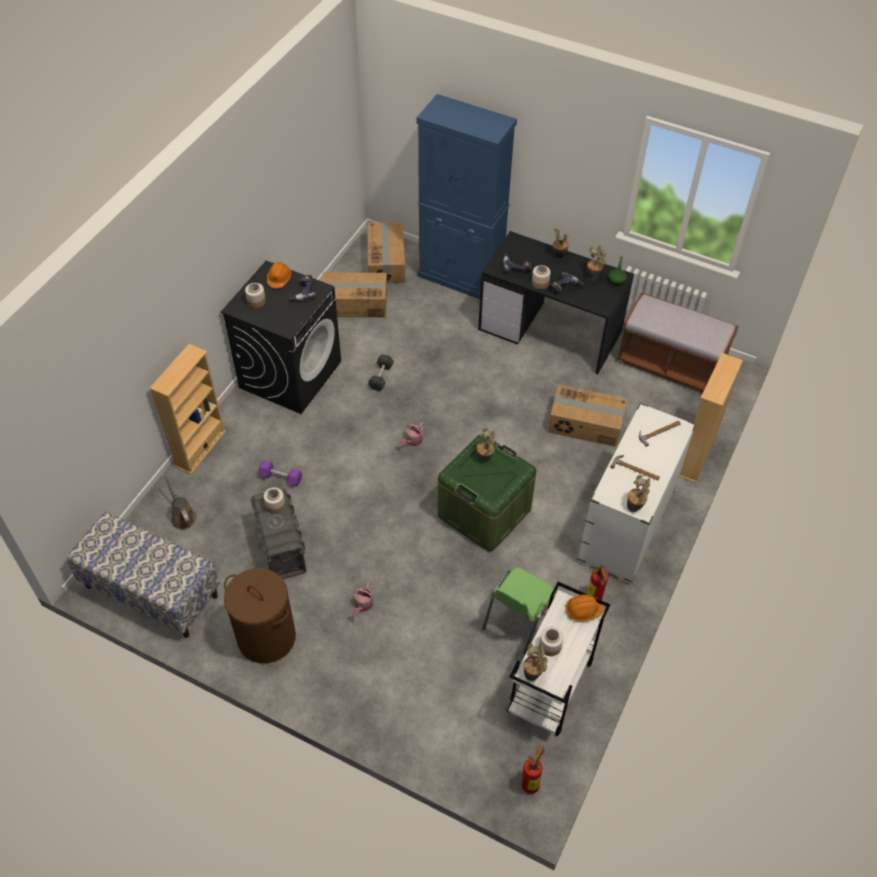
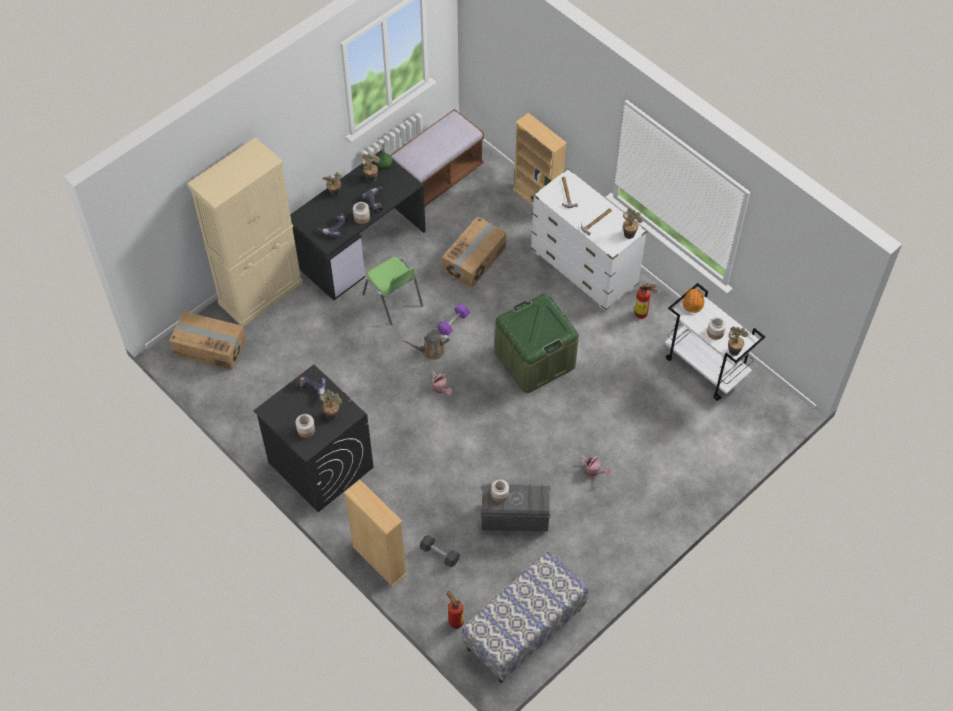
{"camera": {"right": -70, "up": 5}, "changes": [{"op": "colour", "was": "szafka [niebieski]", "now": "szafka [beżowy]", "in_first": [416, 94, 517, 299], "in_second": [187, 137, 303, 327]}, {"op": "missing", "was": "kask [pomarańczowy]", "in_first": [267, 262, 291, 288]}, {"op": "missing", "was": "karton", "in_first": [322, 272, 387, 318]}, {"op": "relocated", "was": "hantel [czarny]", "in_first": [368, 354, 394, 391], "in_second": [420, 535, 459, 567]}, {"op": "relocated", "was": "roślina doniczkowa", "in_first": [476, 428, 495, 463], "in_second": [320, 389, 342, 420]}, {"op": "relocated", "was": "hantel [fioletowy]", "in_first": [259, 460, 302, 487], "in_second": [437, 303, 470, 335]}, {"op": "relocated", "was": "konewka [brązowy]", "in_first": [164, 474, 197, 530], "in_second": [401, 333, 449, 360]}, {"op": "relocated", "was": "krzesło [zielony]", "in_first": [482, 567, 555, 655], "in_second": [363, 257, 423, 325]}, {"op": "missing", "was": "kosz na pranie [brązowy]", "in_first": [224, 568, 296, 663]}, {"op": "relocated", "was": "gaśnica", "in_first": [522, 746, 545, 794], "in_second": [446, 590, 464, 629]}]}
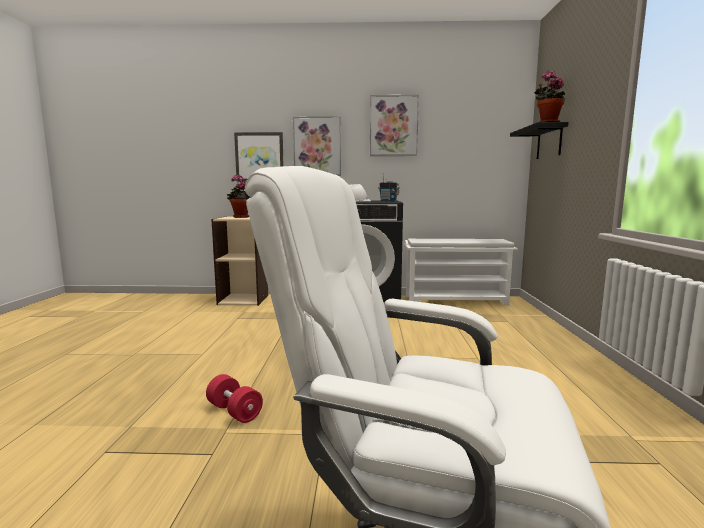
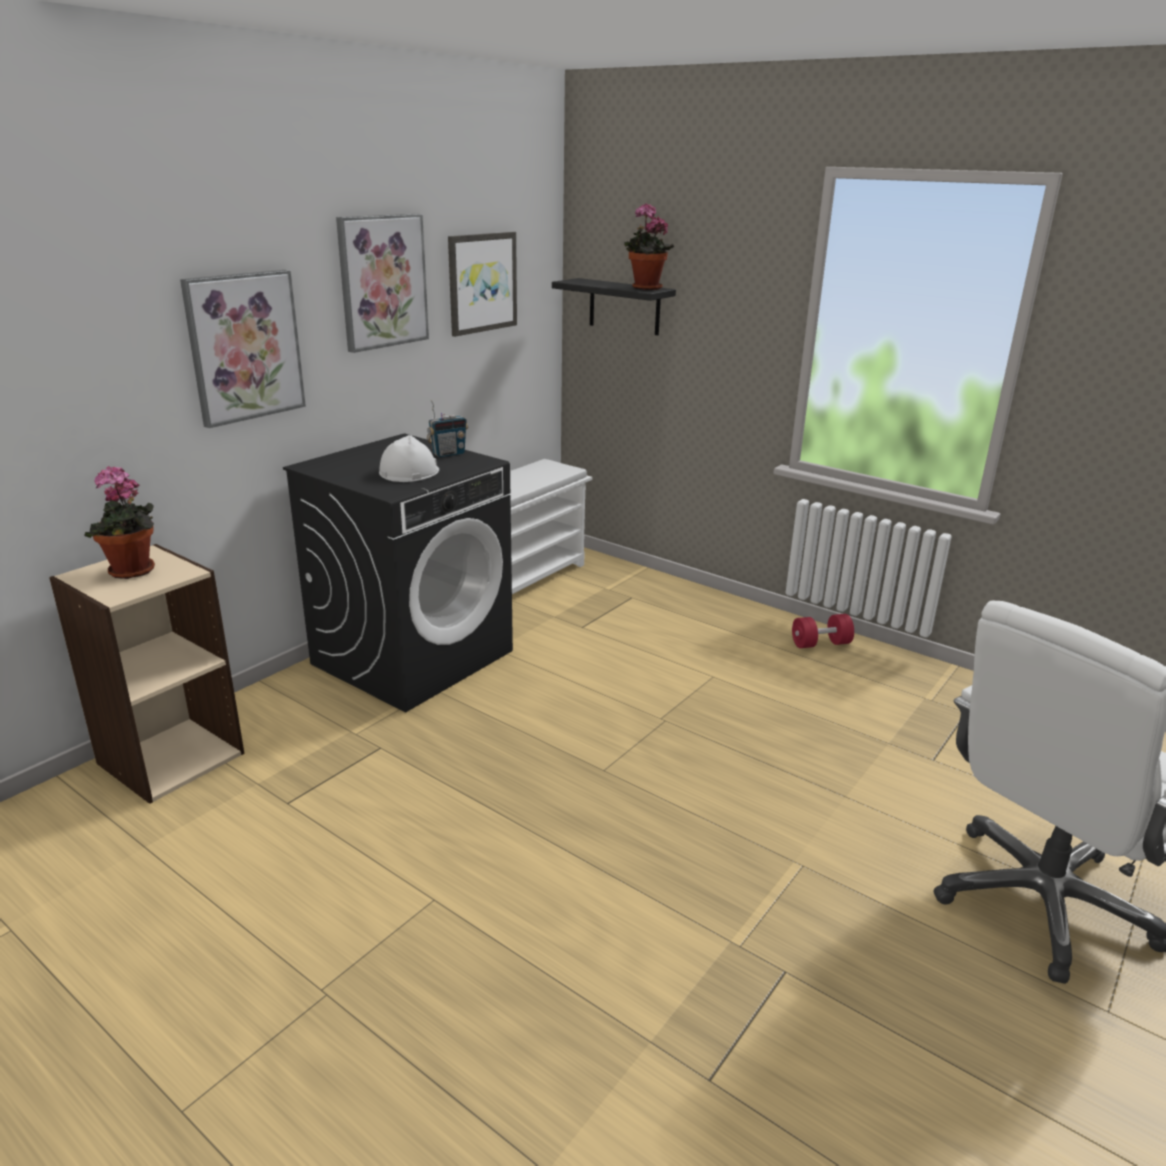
{"camera": {"right": -55, "up": 15}, "changes": [{"op": "relocated", "was": "obraz", "in_first": [234, 132, 284, 181], "in_second": [448, 232, 517, 337]}, {"op": "relocated", "was": "hantel [czerwony]", "in_first": [206, 374, 263, 423], "in_second": [792, 614, 854, 648]}]}
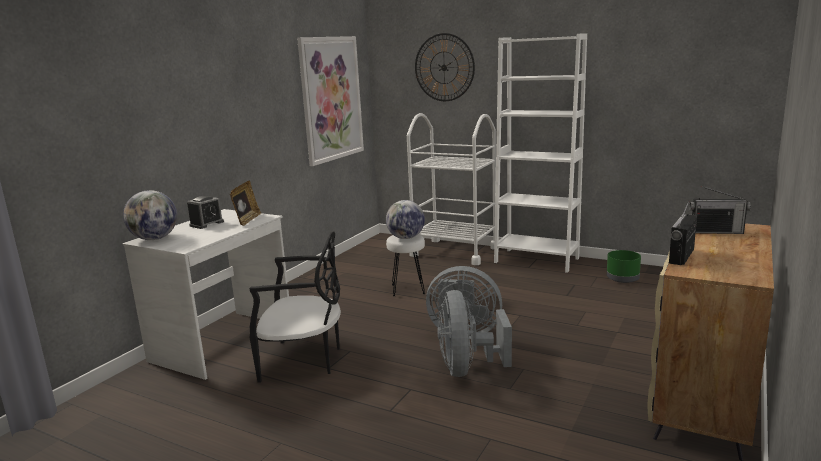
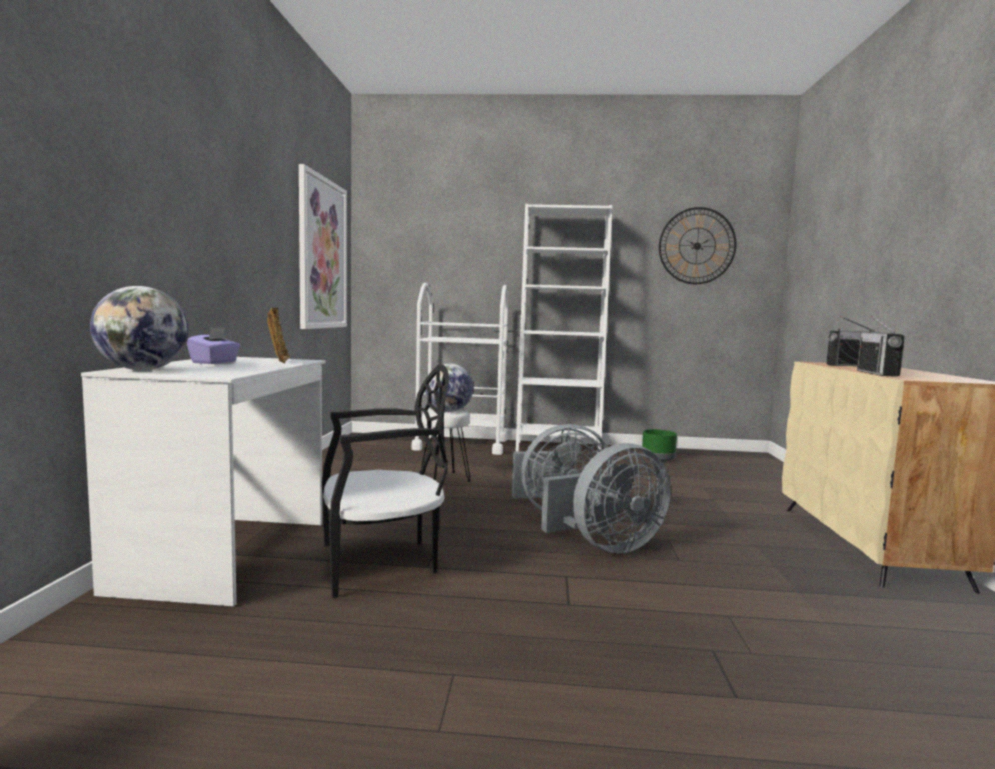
{"camera": {"right": -25, "up": -10}, "changes": [{"op": "relocated", "was": "zegar ścienny", "in_first": [415, 33, 475, 101], "in_second": [659, 207, 736, 284]}, {"op": "exchanged", "was": "budzik", "now": "pudełko chusteczek [fioletowy]", "in_first": [187, 196, 224, 229], "in_second": [187, 327, 241, 364]}, {"op": "spun", "was": "wentylator [szary]", "in_first": [437, 290, 512, 377], "in_second": [541, 443, 671, 554], "clockwise": -90}]}
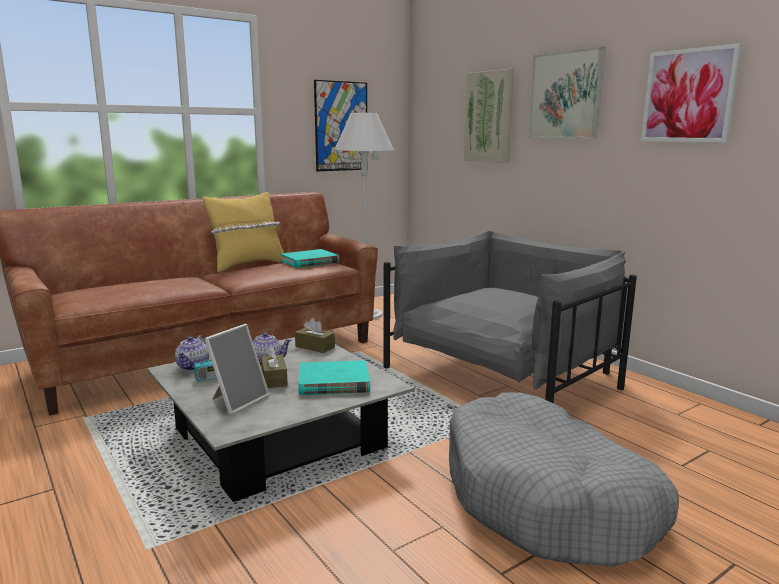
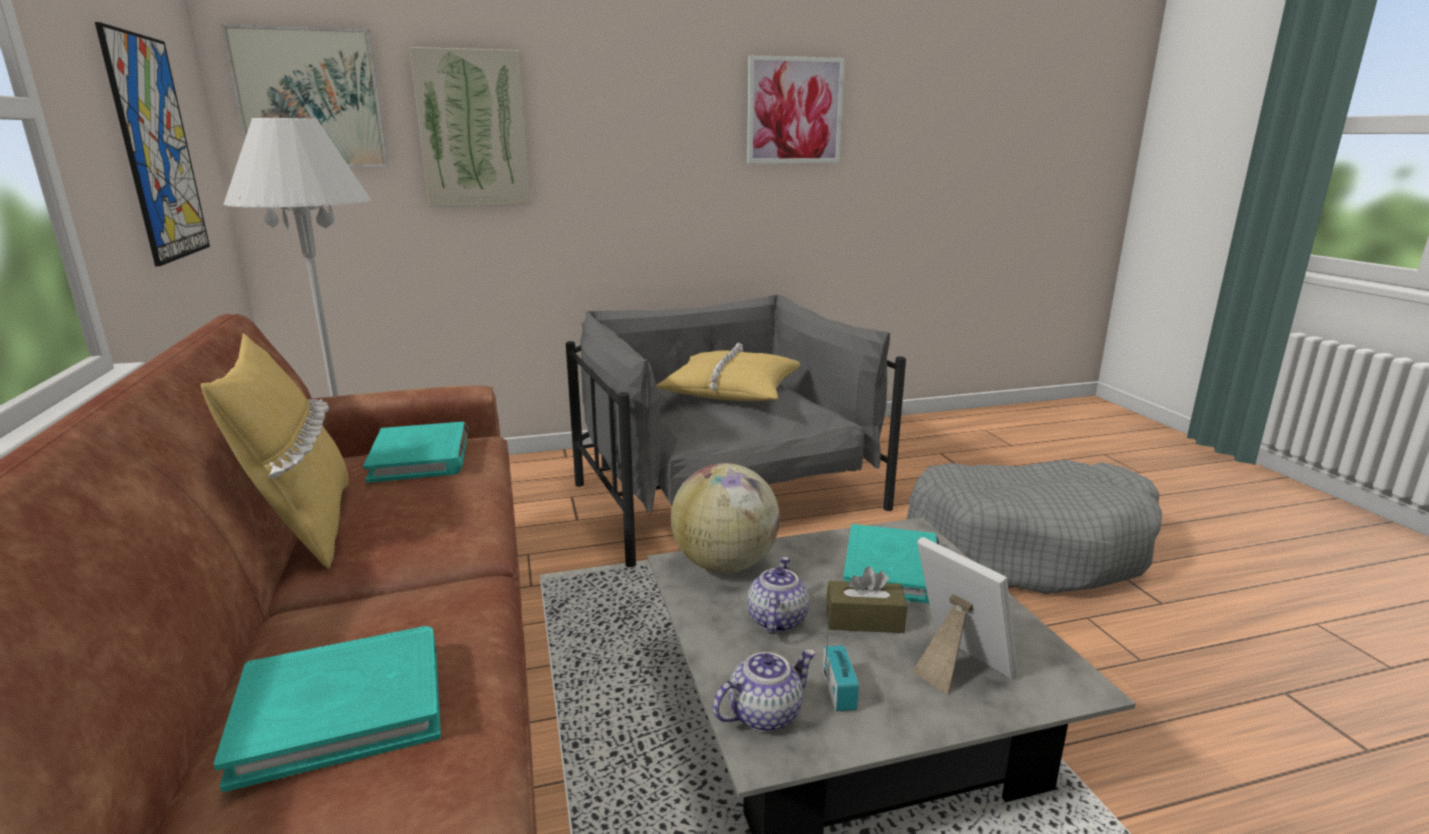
{"camera": {"right": -70, "up": 5}, "changes": [{"op": "relocated", "was": "obraz", "in_first": [528, 47, 605, 139], "in_second": [221, 24, 389, 167]}, {"op": "exchanged", "was": "pudełko chusteczek [brązowy]", "now": "globus", "in_first": [295, 318, 335, 353], "in_second": [671, 463, 780, 573]}, {"op": "spun", "was": "imbryk", "in_first": [175, 335, 209, 371], "in_second": [713, 649, 816, 732], "clockwise": -60}, {"op": "appeared", "now": "poduszka [żółty]", "in_second": [656, 343, 801, 401]}, {"op": "appeared", "now": "książka [turkusowy]", "in_second": [214, 626, 441, 792]}]}
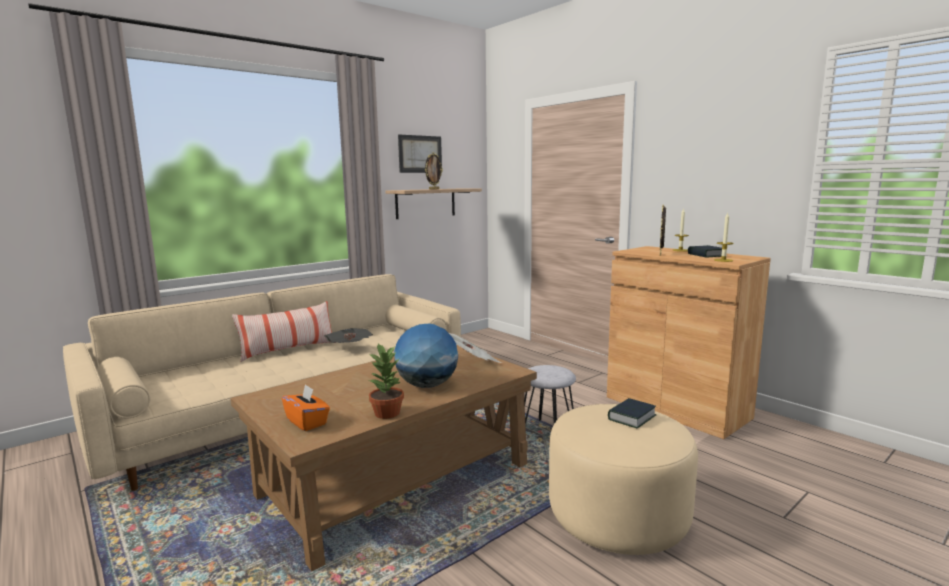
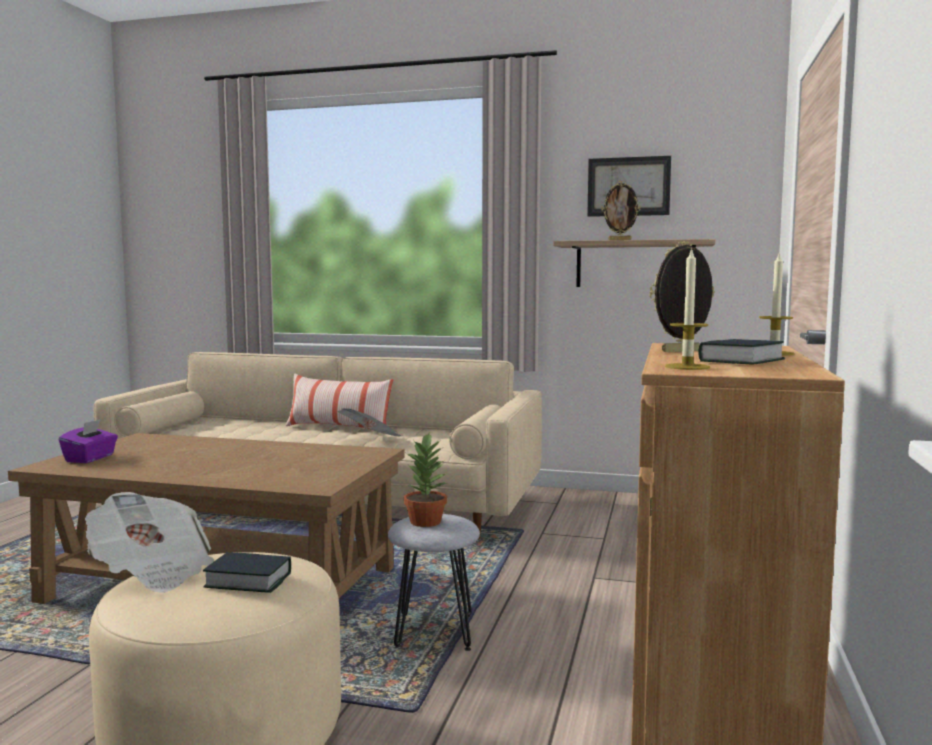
{"camera": {"right": 55, "up": -5}, "changes": [{"op": "missing", "was": "globus", "in_first": [394, 324, 458, 388]}, {"op": "relocated", "was": "gazeta", "in_first": [449, 333, 502, 363], "in_second": [85, 492, 214, 593]}, {"op": "relocated", "was": "roślina doniczkowa", "in_first": [368, 343, 404, 419], "in_second": [404, 433, 447, 527]}, {"op": "colour", "was": "pudełko chusteczek [pomarańczowy]", "now": "pudełko chusteczek [fioletowy]", "in_first": [282, 384, 330, 431], "in_second": [58, 419, 118, 463]}]}
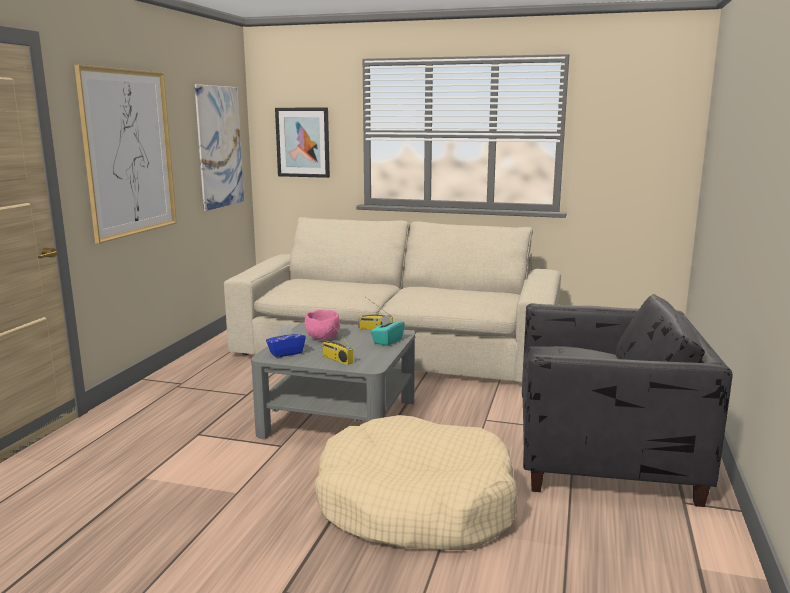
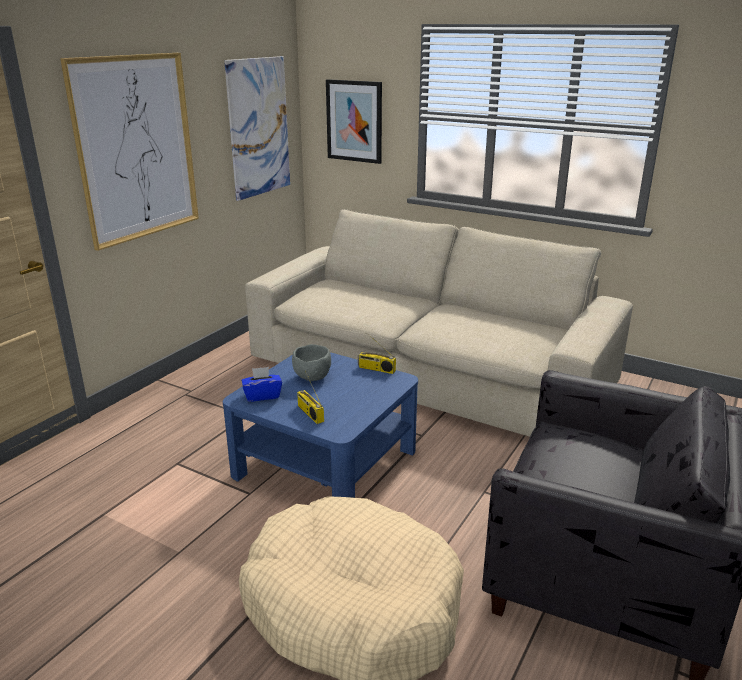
{"camera": {"right": 15, "up": 10}, "changes": [{"op": "colour", "was": "miska [różowy]", "now": "miska [szary]", "in_first": [305, 310, 340, 340], "in_second": [292, 344, 331, 381]}, {"op": "missing", "was": "pudełko chusteczek [turkusowy]", "in_first": [370, 315, 405, 346]}, {"op": "colour", "was": "ława [szary]", "now": "ława [niebieski]", "in_first": [251, 322, 415, 439], "in_second": [223, 352, 418, 498]}]}
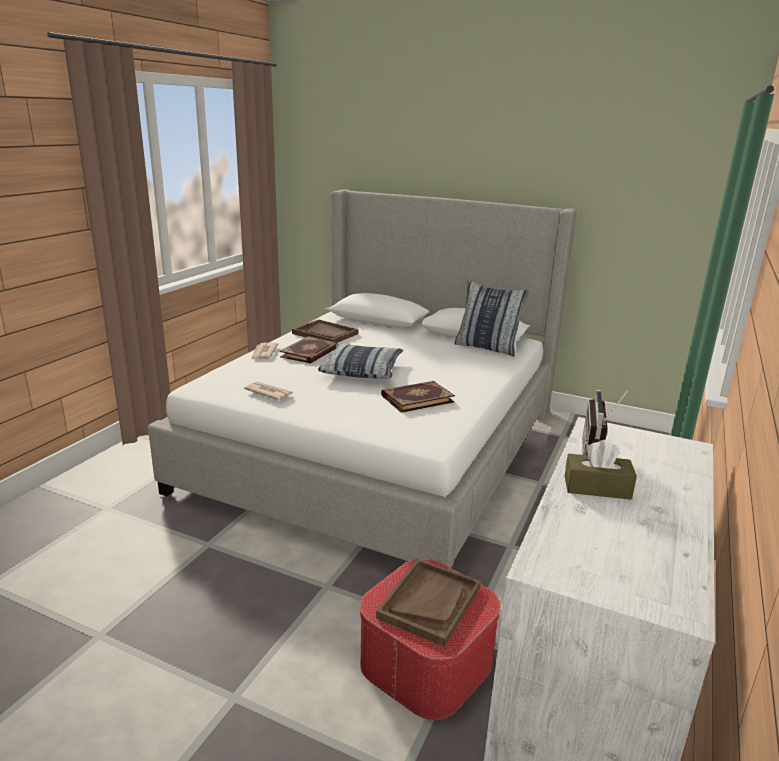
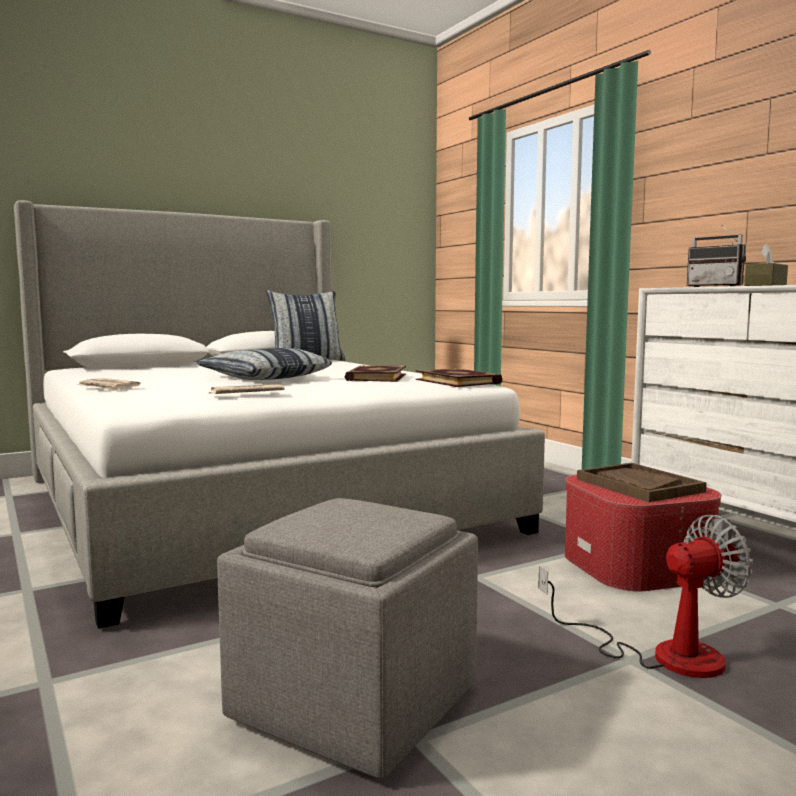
{"camera": {"right": -55, "up": -15}, "changes": [{"op": "missing", "was": "taca [brązowy]", "in_first": [292, 319, 358, 342]}, {"op": "relocated", "was": "książka", "in_first": [279, 336, 338, 363], "in_second": [415, 368, 502, 387]}, {"op": "appeared", "now": "pufa [szary]", "in_second": [217, 498, 478, 778]}, {"op": "appeared", "now": "wentylator", "in_second": [538, 515, 753, 678]}]}
